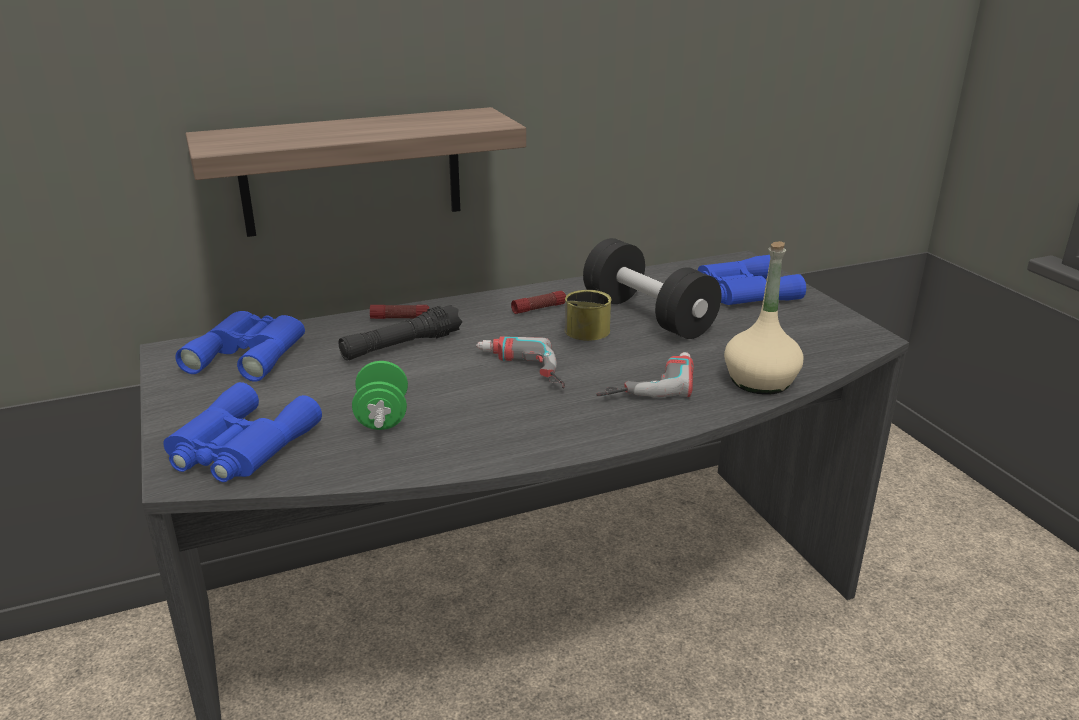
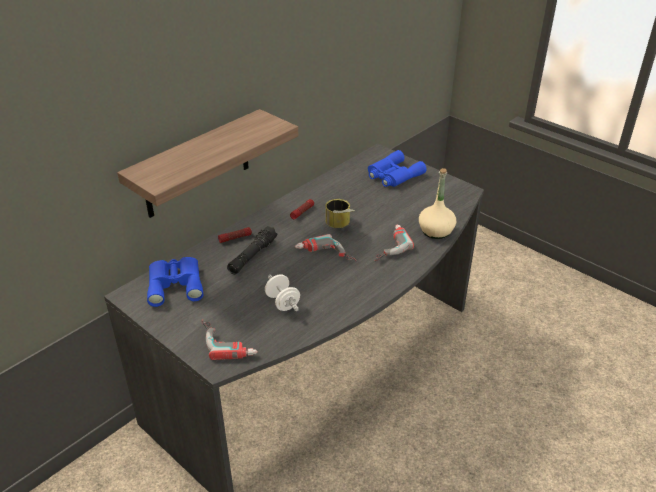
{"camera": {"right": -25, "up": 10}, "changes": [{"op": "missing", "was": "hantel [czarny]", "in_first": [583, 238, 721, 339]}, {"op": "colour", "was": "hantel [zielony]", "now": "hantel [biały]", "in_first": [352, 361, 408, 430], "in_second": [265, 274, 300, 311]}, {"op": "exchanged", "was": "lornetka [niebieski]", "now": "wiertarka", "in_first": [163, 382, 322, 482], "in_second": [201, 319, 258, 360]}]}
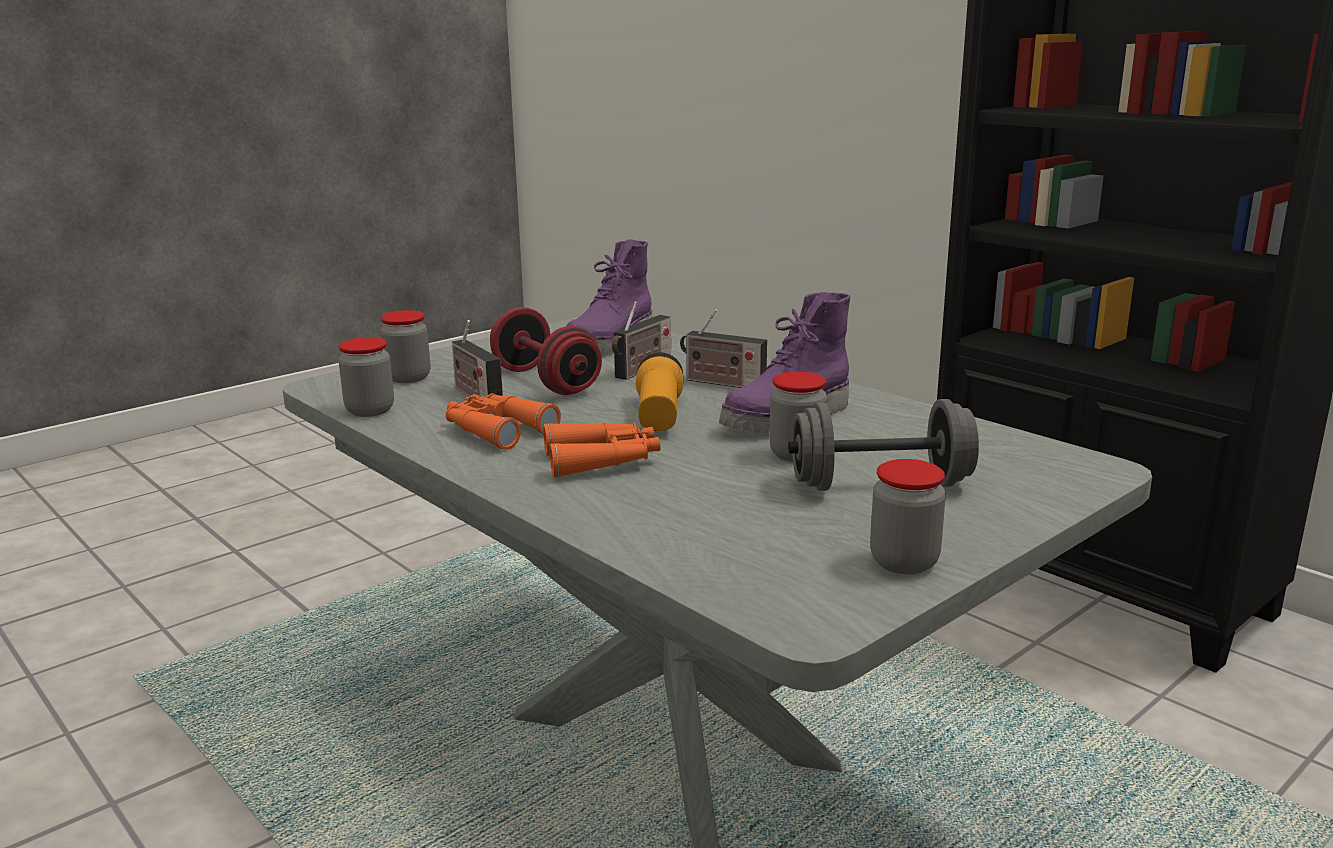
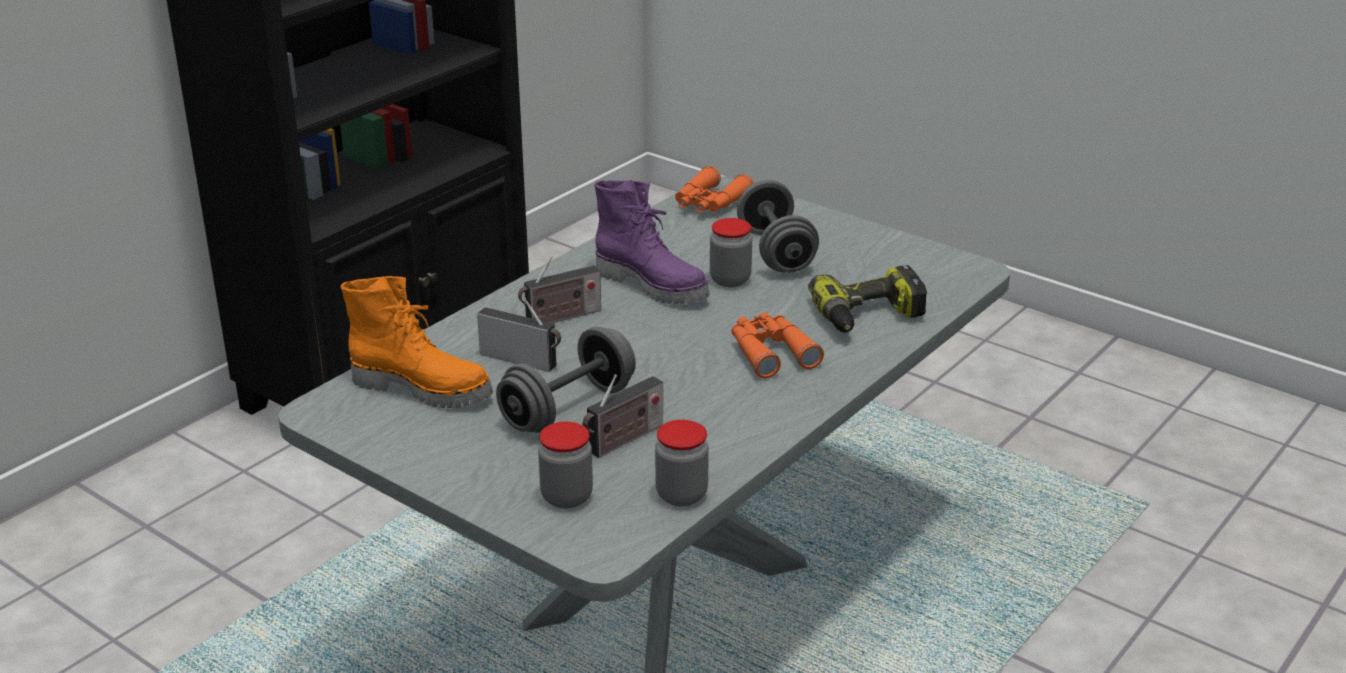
{"camera": {"right": -100, "up": 10}, "changes": [{"op": "colour", "was": "but z cholewką [fioletowy]", "now": "but z cholewką [pomarańczowy]", "in_first": [566, 239, 652, 353], "in_second": [341, 276, 493, 408]}, {"op": "colour", "was": "hantel [czerwony]", "now": "hantel [szary]", "in_first": [490, 307, 602, 395], "in_second": [496, 327, 636, 433]}, {"op": "spun", "was": "radio", "in_first": [680, 309, 767, 388], "in_second": [518, 256, 601, 323], "clockwise": 45}, {"op": "missing", "was": "latarka", "in_first": [636, 352, 683, 431]}, {"op": "relocated", "was": "lornetka [pomarańczowy]", "in_first": [446, 393, 561, 450], "in_second": [675, 166, 754, 213]}, {"op": "missing", "was": "słoik", "in_first": [870, 459, 946, 574]}, {"op": "appeared", "now": "wiertarka", "in_second": [808, 265, 927, 332]}]}
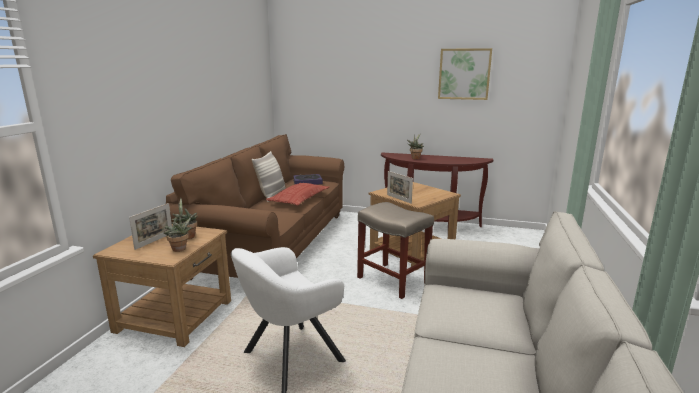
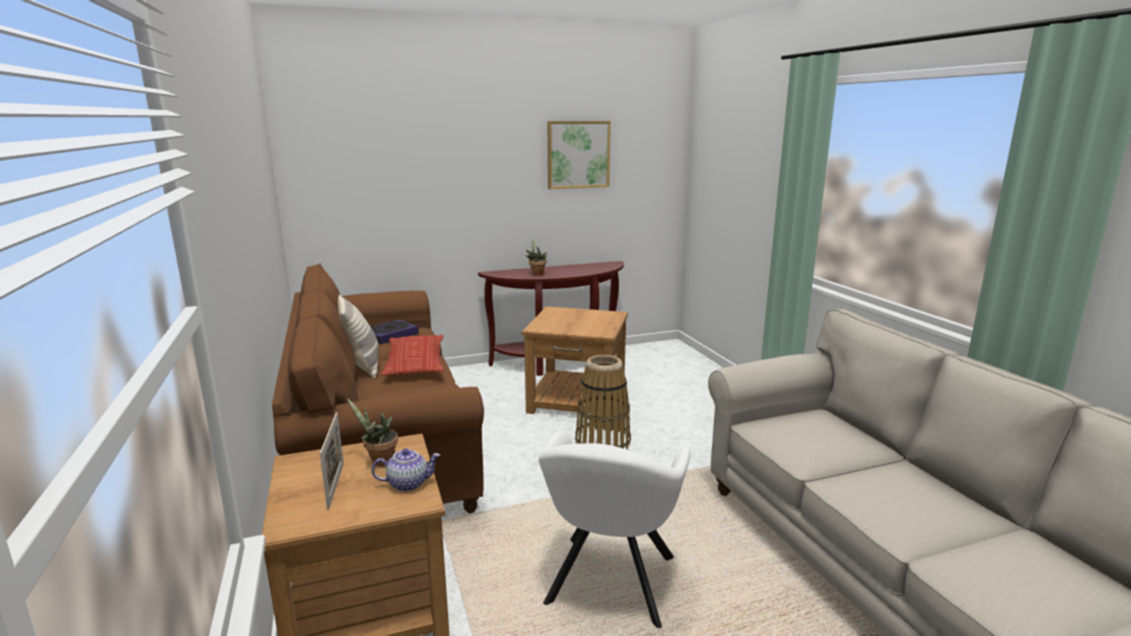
{"camera": {"right": -35, "up": 0}, "changes": [{"op": "missing", "was": "ramka na zdjęcie", "in_first": [387, 171, 413, 204]}, {"op": "exchanged", "was": "stołek [beżowy]", "now": "koszyk", "in_first": [357, 202, 434, 299], "in_second": [575, 355, 631, 450]}, {"op": "exchanged", "was": "roślina doniczkowa", "now": "imbryk", "in_first": [164, 215, 192, 252], "in_second": [372, 449, 440, 492]}]}
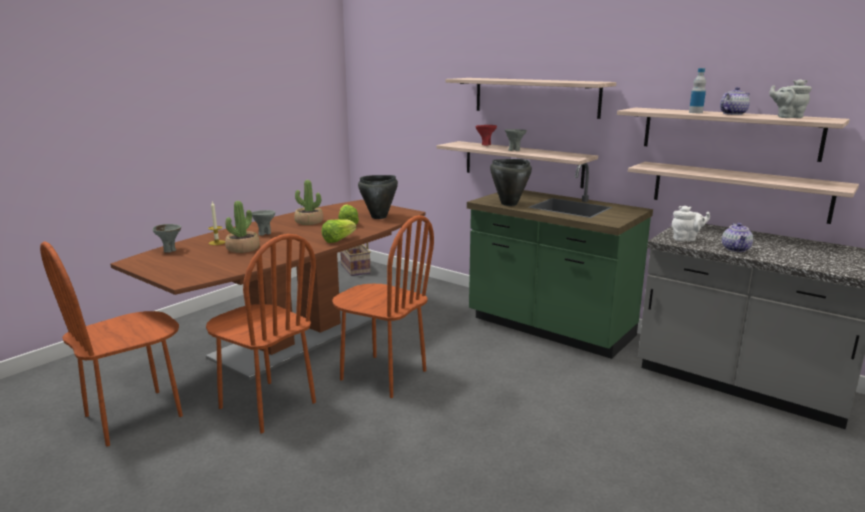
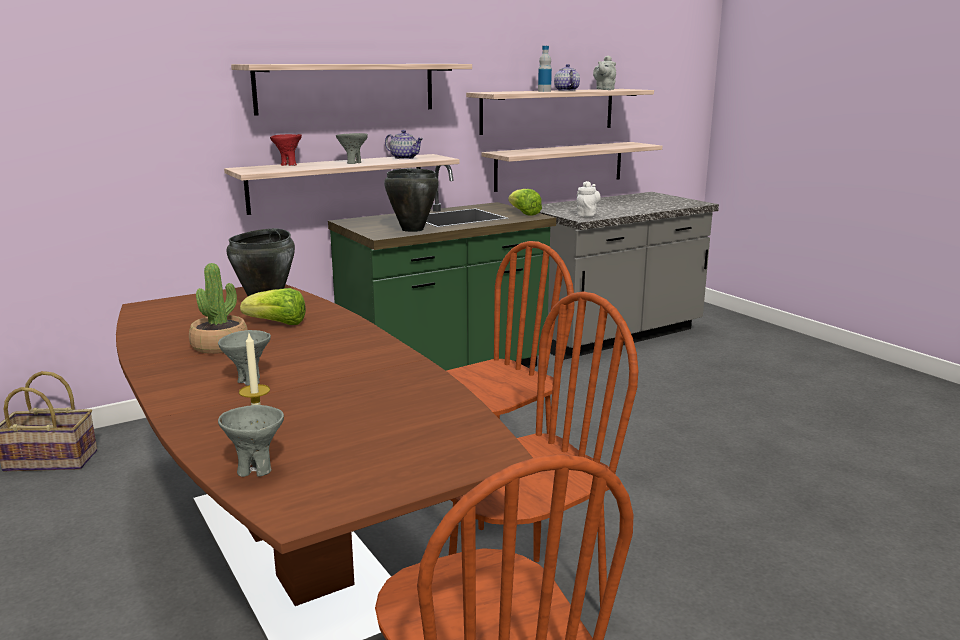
{"camera": {"right": -70, "up": 0}, "changes": [{"op": "missing", "was": "roślina doniczkowa", "in_first": [225, 201, 260, 253]}, {"op": "relocated", "was": "sałata", "in_first": [322, 219, 356, 243], "in_second": [508, 189, 542, 216]}, {"op": "relocated", "was": "imbryk", "in_first": [722, 223, 753, 252], "in_second": [385, 130, 423, 159]}]}
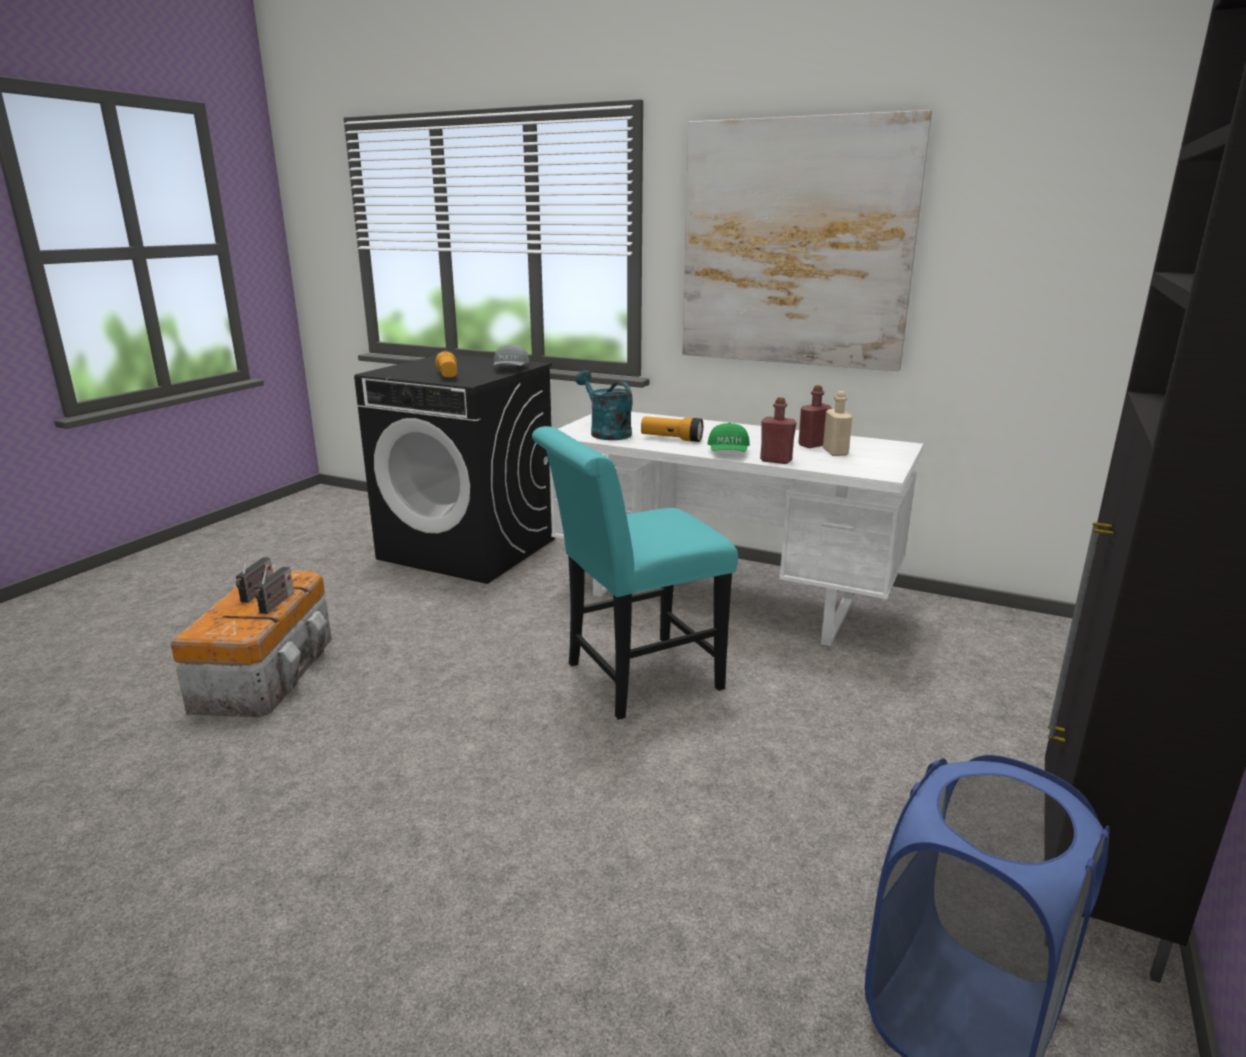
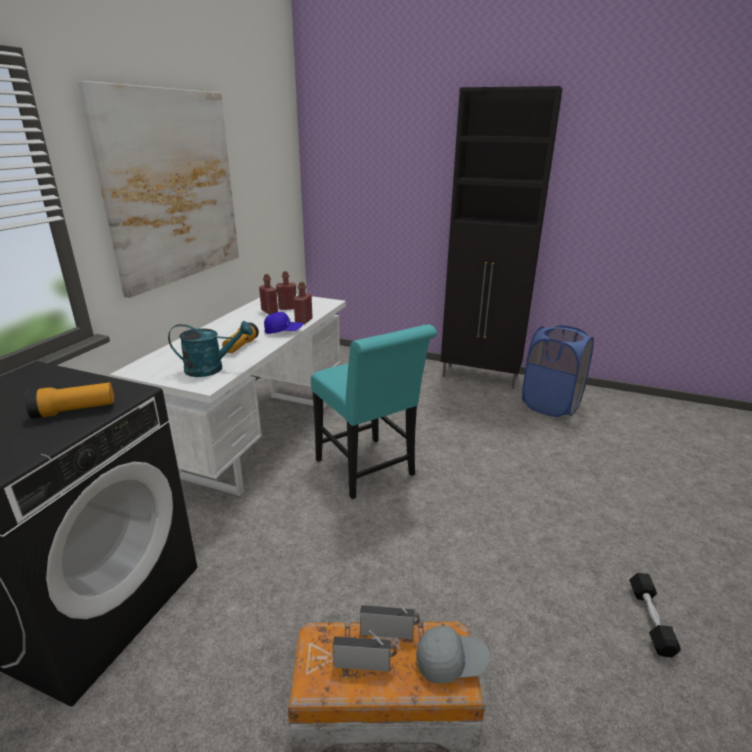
{"camera": {"right": -95, "up": 5}, "changes": [{"op": "relocated", "was": "czapka z daszkiem [szary]", "in_first": [494, 344, 530, 366], "in_second": [416, 626, 490, 684]}, {"op": "spun", "was": "konewka [turkusowy]", "in_first": [576, 370, 633, 440], "in_second": [168, 321, 253, 377], "clockwise": -150}, {"op": "colour", "was": "butelka [beżowy]", "now": "butelka [czerwony]", "in_first": [823, 391, 853, 456], "in_second": [276, 271, 296, 310]}, {"op": "colour", "was": "czapka z daszkiem [zielony]", "now": "czapka z daszkiem [niebieski]", "in_first": [707, 422, 750, 452], "in_second": [264, 312, 304, 334]}, {"op": "appeared", "now": "hantel [czarny]", "in_second": [629, 573, 681, 658]}]}
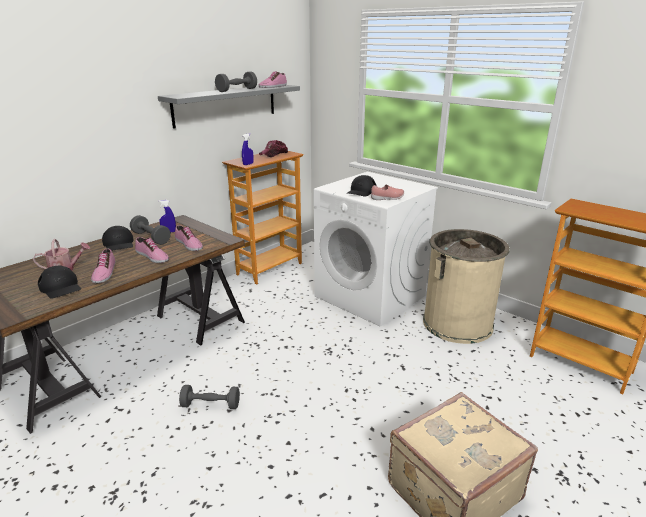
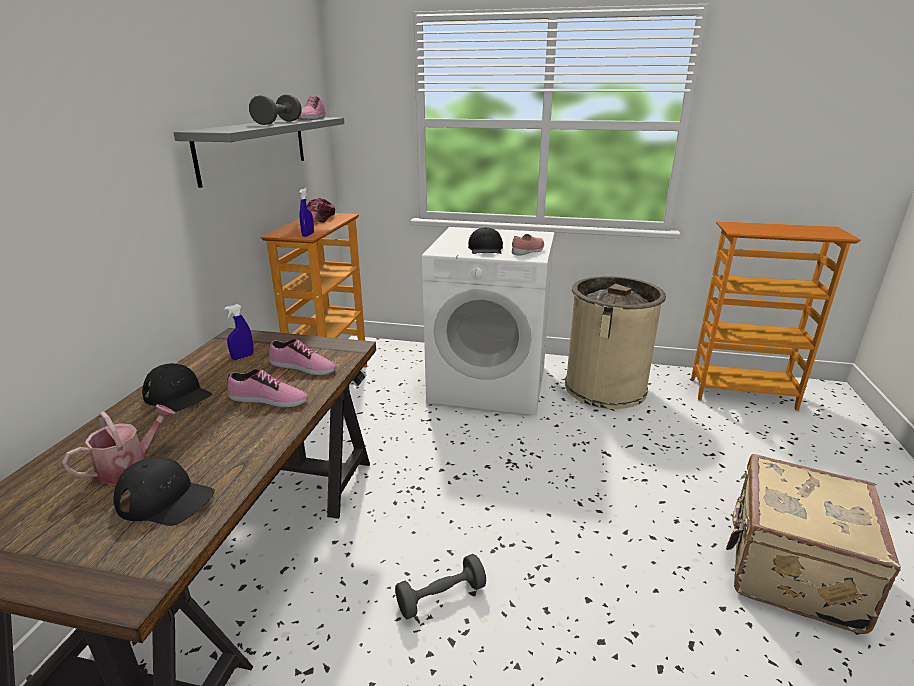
{"camera": {"right": -30, "up": 0}, "changes": [{"op": "missing", "was": "hantel [szary]", "in_first": [130, 215, 171, 245]}, {"op": "missing", "was": "but", "in_first": [91, 248, 115, 283]}]}
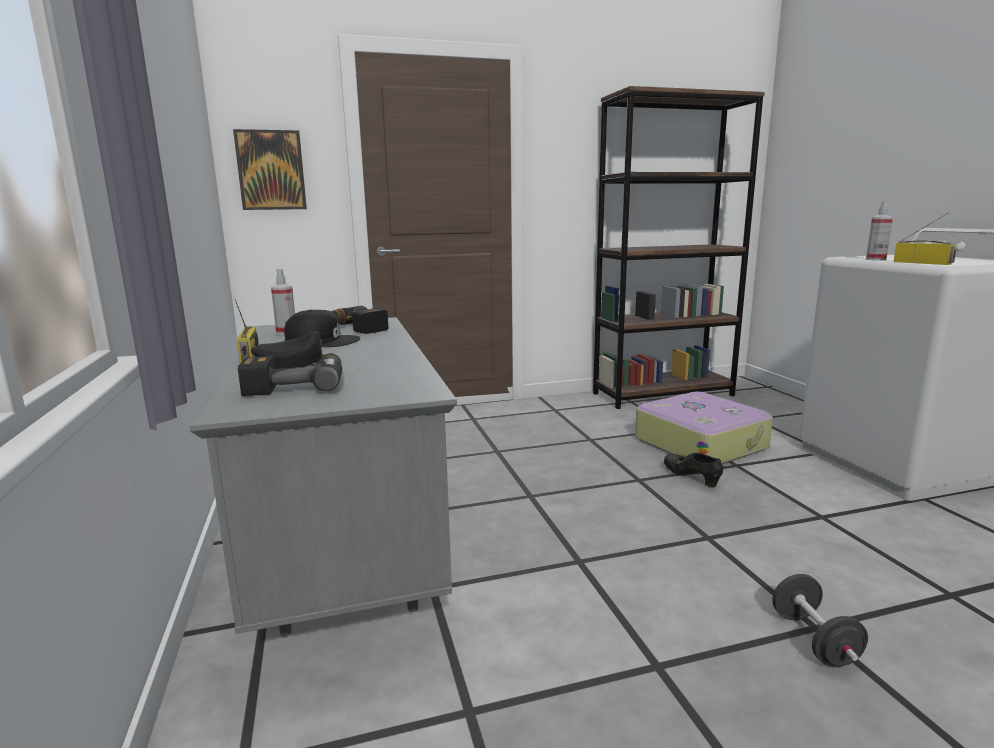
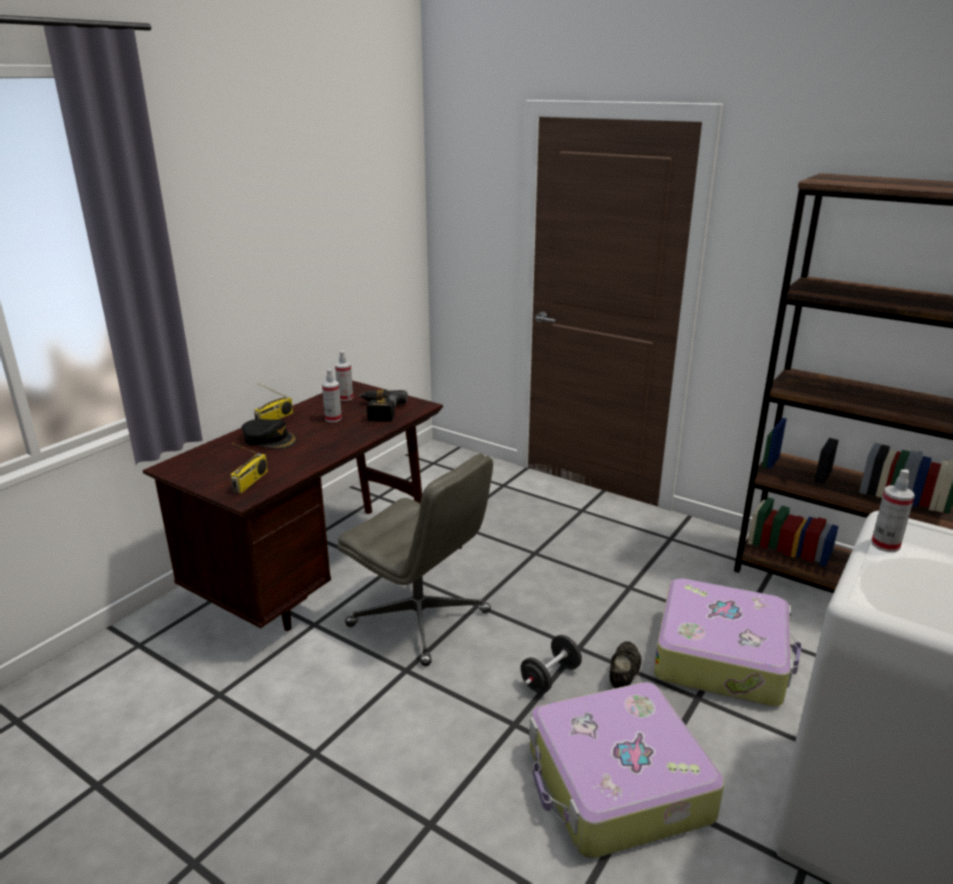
{"camera": {"right": 50, "up": 10}, "changes": [{"op": "missing", "was": "obraz", "in_first": [233, 129, 307, 210]}, {"op": "relocated", "was": "radio", "in_first": [893, 213, 957, 265], "in_second": [231, 443, 268, 493]}, {"op": "exchanged", "was": "czapka z daszkiem [czarny]", "now": "spryskiwacz", "in_first": [284, 310, 360, 347], "in_second": [322, 369, 342, 422]}, {"op": "colour", "was": "biurko [szary]", "now": "biurko [brązowy]", "in_first": [190, 317, 457, 637], "in_second": [143, 381, 443, 631]}, {"op": "missing", "was": "wiertarka", "in_first": [238, 353, 342, 396]}, {"op": "relocated", "was": "hantel [czarny]", "in_first": [772, 574, 868, 667], "in_second": [521, 635, 582, 694]}, {"op": "appeared", "now": "krzesło biurowe [szary]", "in_second": [337, 453, 493, 666]}, {"op": "appeared", "now": "walizka", "in_second": [529, 682, 724, 859]}]}
